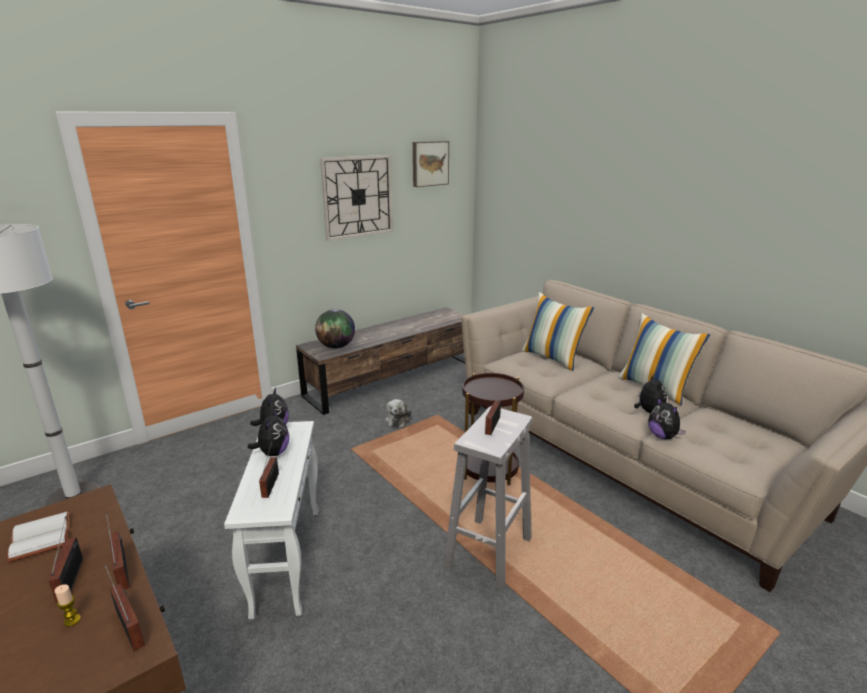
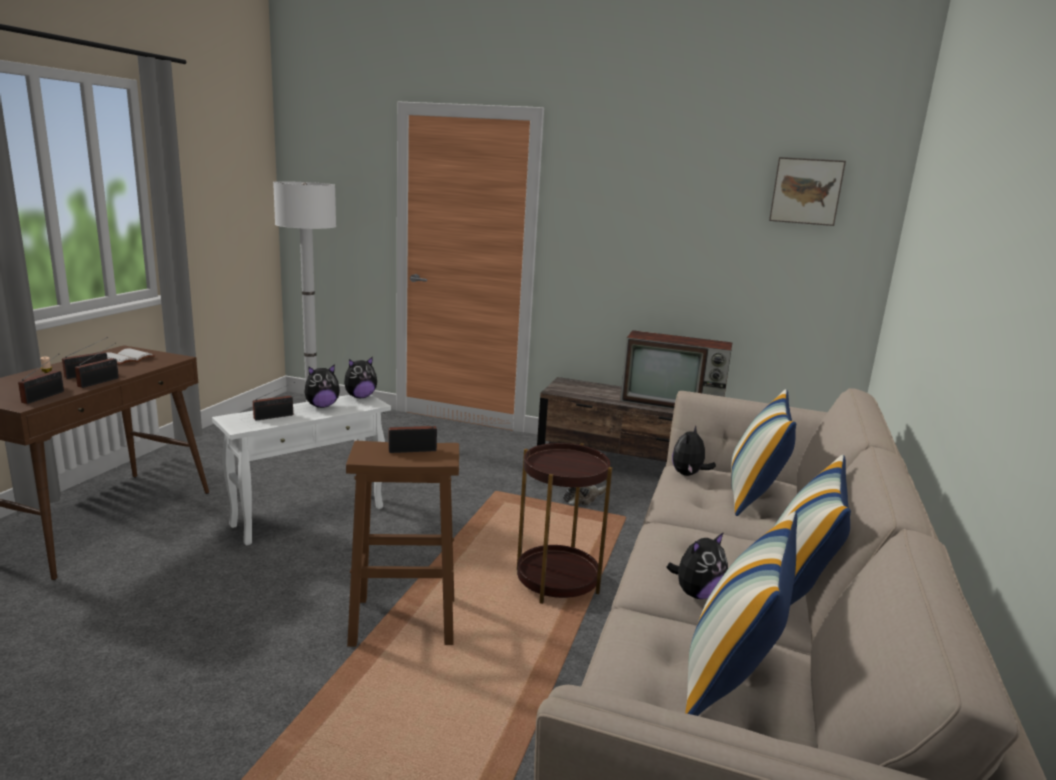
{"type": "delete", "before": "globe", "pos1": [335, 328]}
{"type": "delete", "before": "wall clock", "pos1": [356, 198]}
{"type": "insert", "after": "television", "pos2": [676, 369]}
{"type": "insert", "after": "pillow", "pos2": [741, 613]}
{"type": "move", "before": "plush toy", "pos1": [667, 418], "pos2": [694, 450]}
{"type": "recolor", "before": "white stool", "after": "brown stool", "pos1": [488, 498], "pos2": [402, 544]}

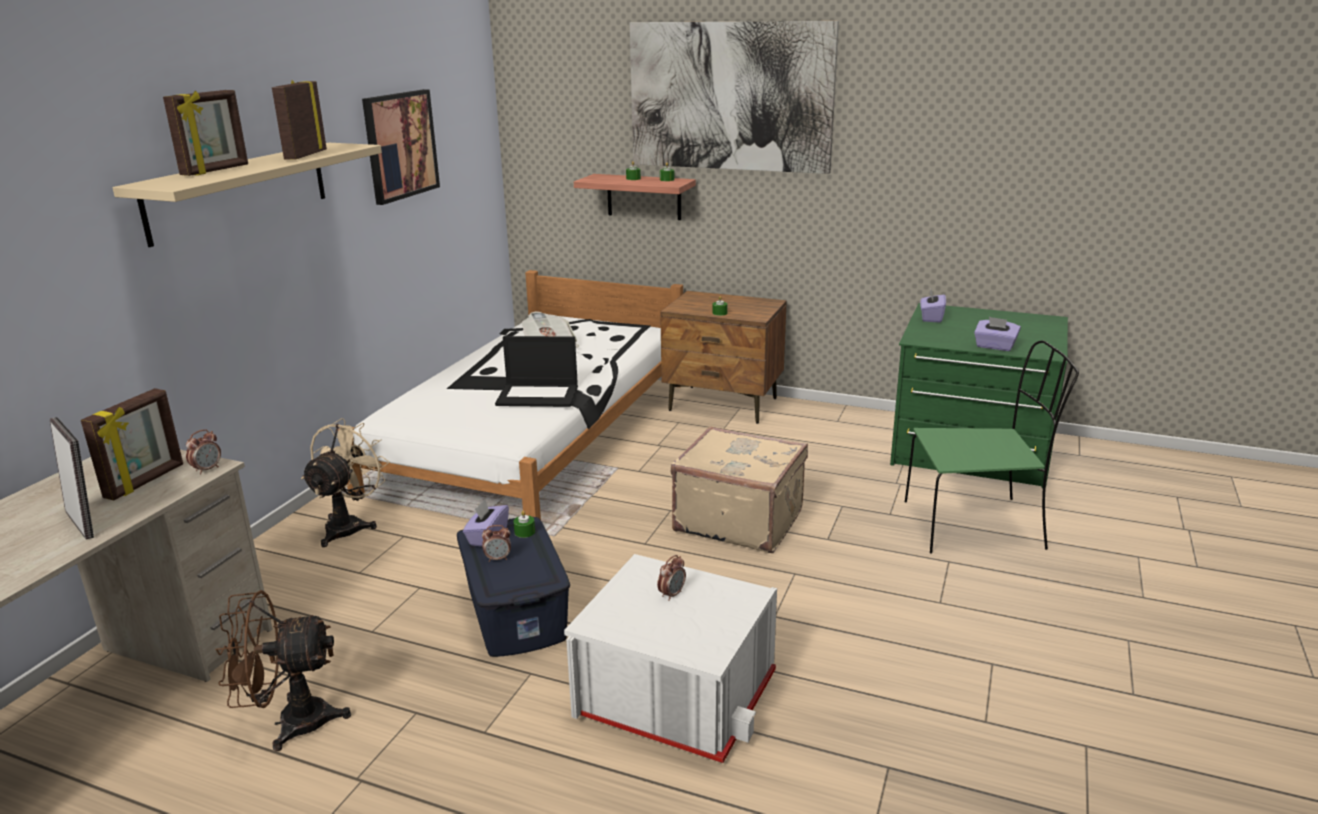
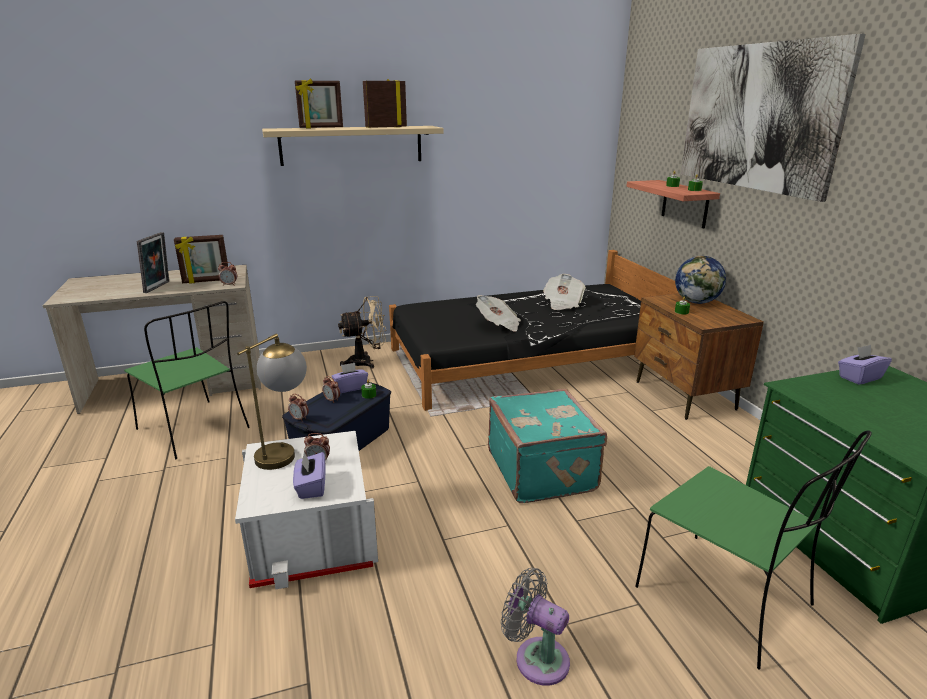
{"type": "delete", "before": "picture", "pos1": [401, 147]}
{"type": "insert", "after": "table lamp", "pos2": [272, 402]}
{"type": "insert", "after": "alarm clock", "pos2": [298, 408]}
{"type": "insert", "after": "grey fan", "pos2": [535, 627]}
{"type": "insert", "after": "globe", "pos2": [700, 280]}
{"type": "move", "before": "purple tissue box", "pos1": [997, 334], "pos2": [309, 475]}
{"type": "replace", "before": "brown fan", "after": "green chair", "pos1": [283, 671], "pos2": [187, 380]}
{"type": "replace", "before": "laptop", "after": "newspaper", "pos1": [536, 371], "pos2": [498, 313]}
{"type": "recolor", "before": "white bed", "after": "black bed", "pos1": [510, 395], "pos2": [534, 330]}
{"type": "recolor", "before": "beige suitcase", "after": "turquoise suitcase", "pos1": [739, 489], "pos2": [547, 445]}

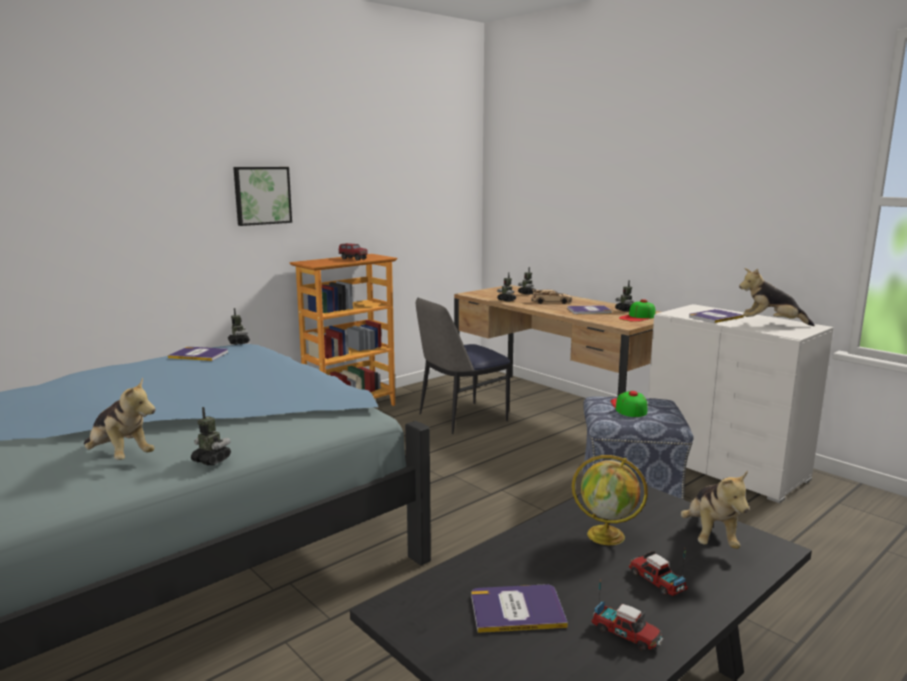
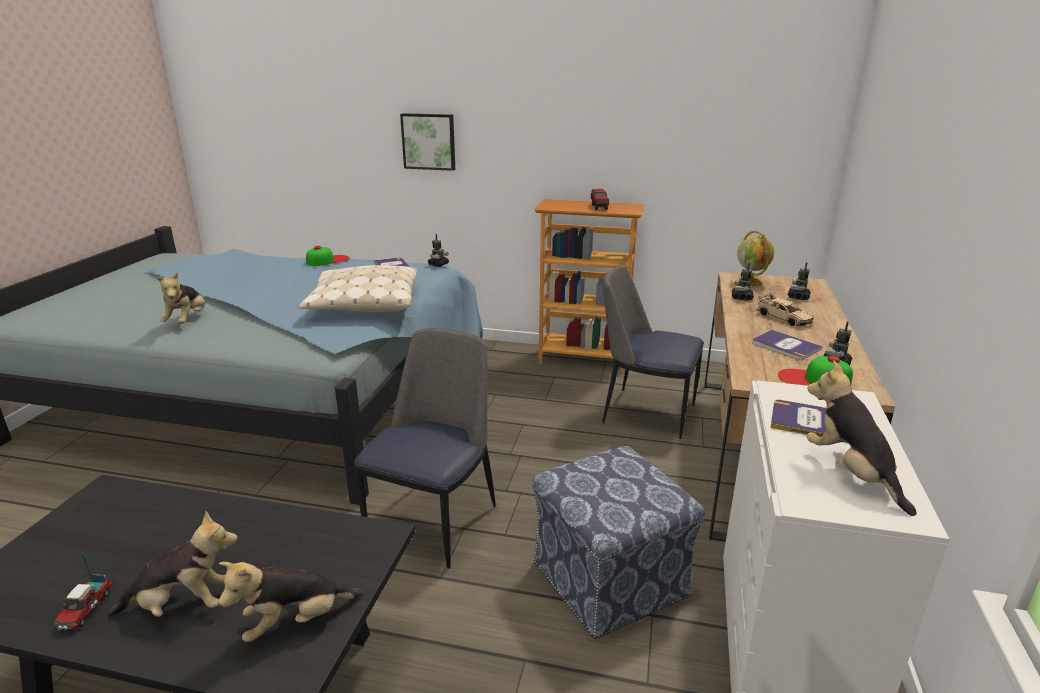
{"type": "delete", "before": "toy robot", "pos1": [211, 436]}
{"type": "delete", "before": "book", "pos1": [519, 608]}
{"type": "insert", "after": "beige pillow", "pos2": [358, 288]}
{"type": "insert", "after": "chair", "pos2": [425, 448]}
{"type": "move", "before": "picture", "pos1": [262, 196], "pos2": [427, 142]}
{"type": "move", "before": "globe", "pos1": [610, 500], "pos2": [755, 258]}
{"type": "move", "before": "cap", "pos1": [628, 404], "pos2": [328, 256]}
{"type": "replace", "before": "toy truck", "after": "plush toy", "pos1": [658, 573], "pos2": [172, 564]}

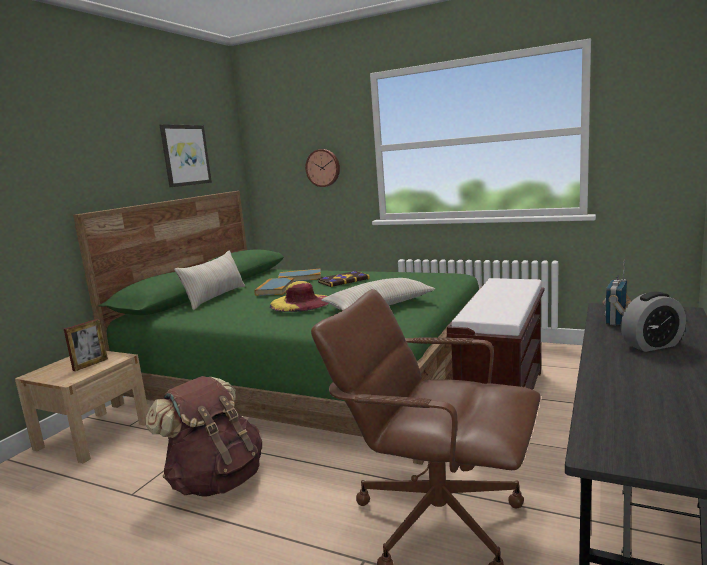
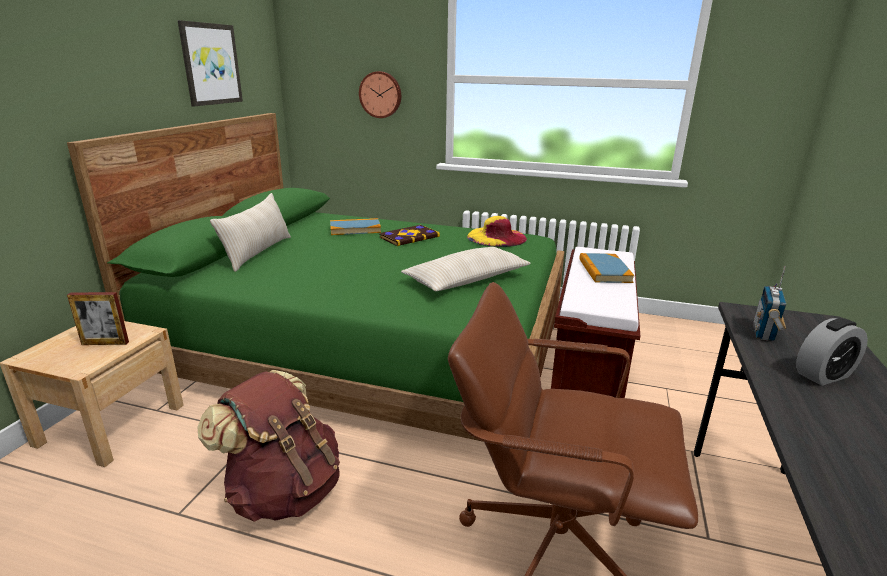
{"type": "move", "before": "book", "pos1": [274, 287], "pos2": [607, 268]}
{"type": "move", "before": "yellow hat", "pos1": [299, 296], "pos2": [497, 231]}
{"type": "rotate", "before": "picture frame", "pos1": [86, 345], "pos2": [98, 318], "turn": 60}

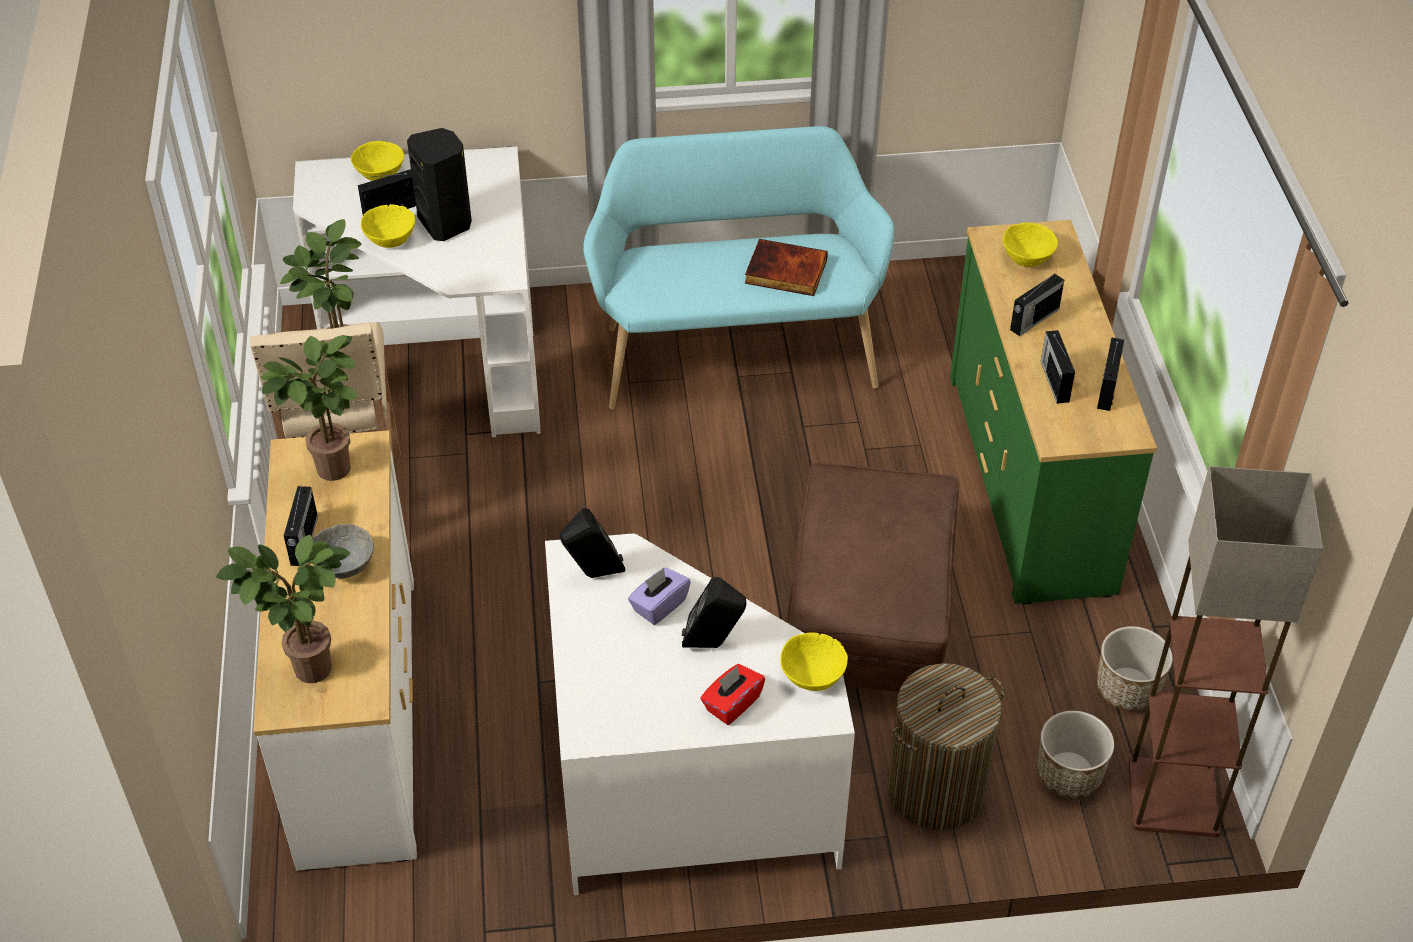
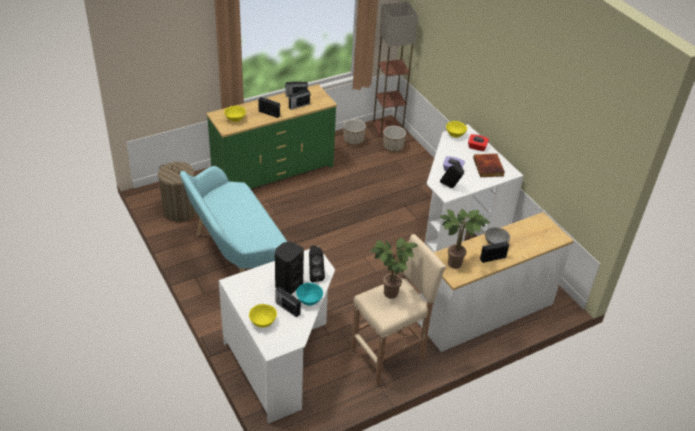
{"type": "delete", "before": "potted plant", "pos1": [283, 609]}
{"type": "delete", "before": "brown ottoman", "pos1": [873, 577]}
{"type": "move", "before": "black speaker", "pos1": [714, 612], "pos2": [317, 264]}
{"type": "move", "before": "book", "pos1": [786, 267], "pos2": [489, 165]}
{"type": "move", "before": "laundry basket", "pos1": [946, 746], "pos2": [177, 192]}
{"type": "recolor", "before": "yellow bowl", "after": "turquoise bowl", "pos1": [388, 226], "pos2": [309, 294]}

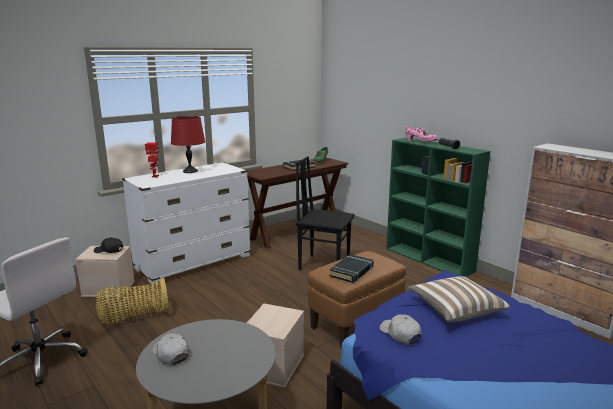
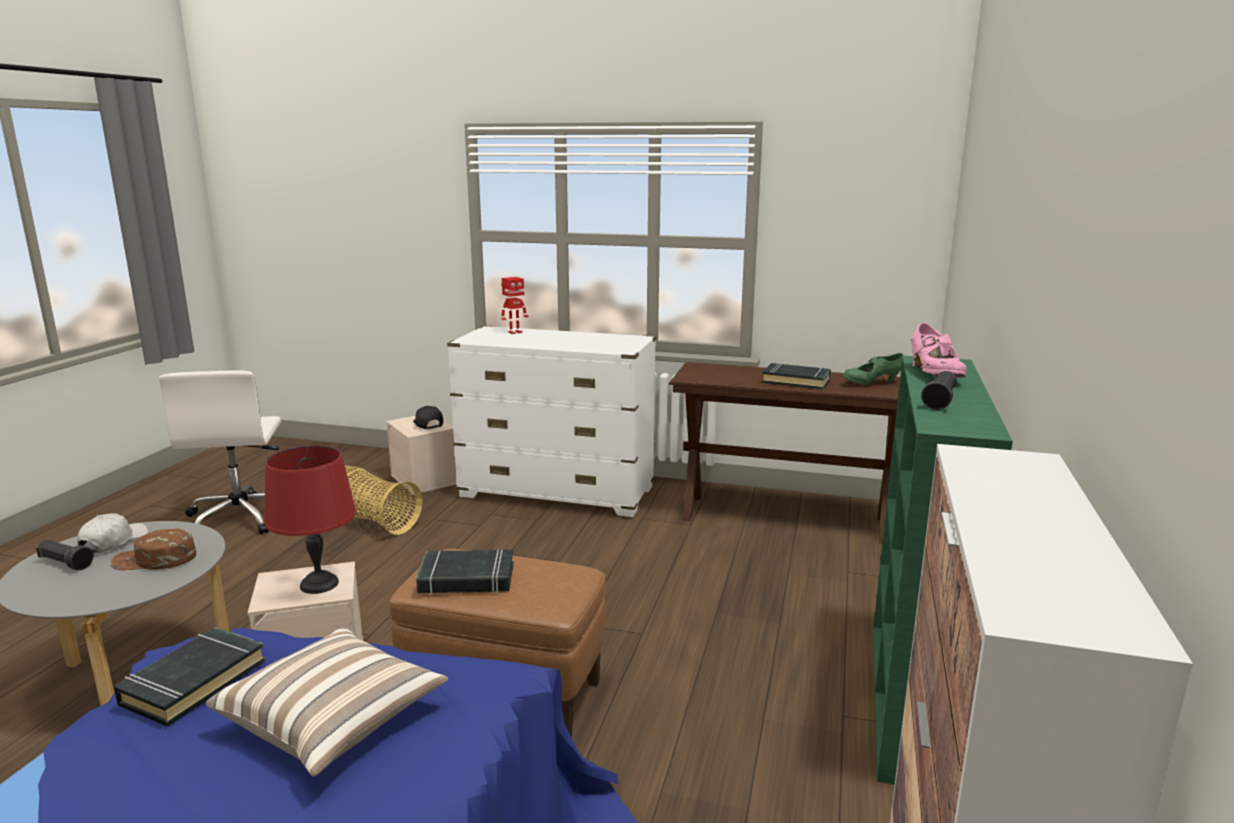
{"type": "delete", "before": "black chair", "pos1": [325, 213]}
{"type": "insert", "after": "black flashlight", "pos2": [65, 555]}
{"type": "insert", "after": "brown cap", "pos2": [153, 549]}
{"type": "move", "before": "red table lamp", "pos1": [188, 144], "pos2": [310, 519]}
{"type": "replace", "before": "white cap", "after": "black book", "pos1": [400, 329], "pos2": [190, 677]}

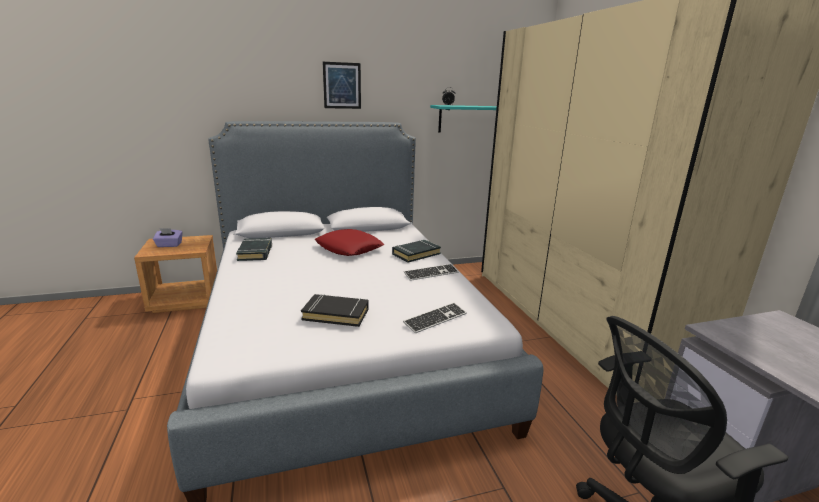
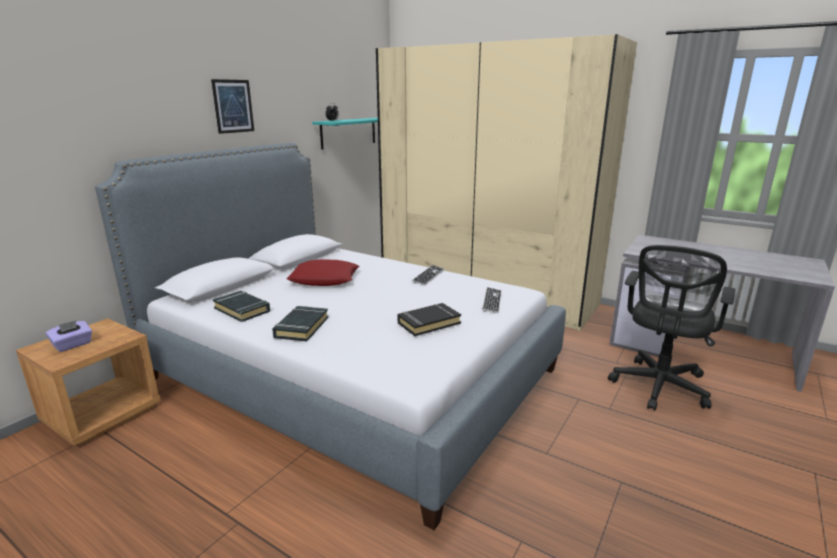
{"type": "move", "before": "black book", "pos1": [416, 251], "pos2": [300, 323]}

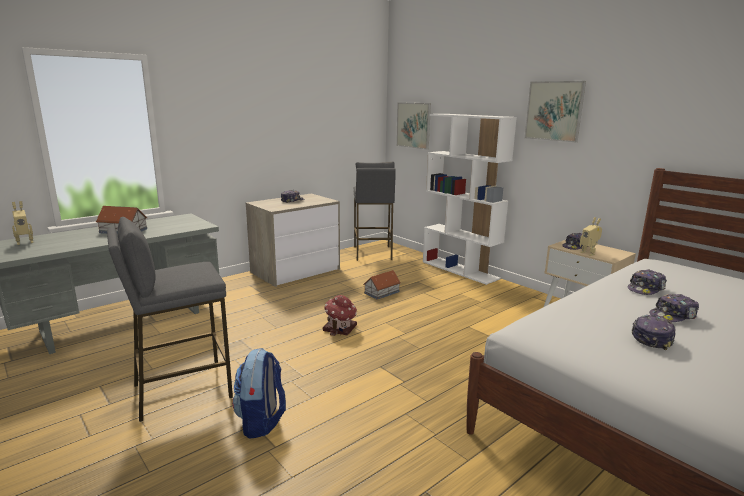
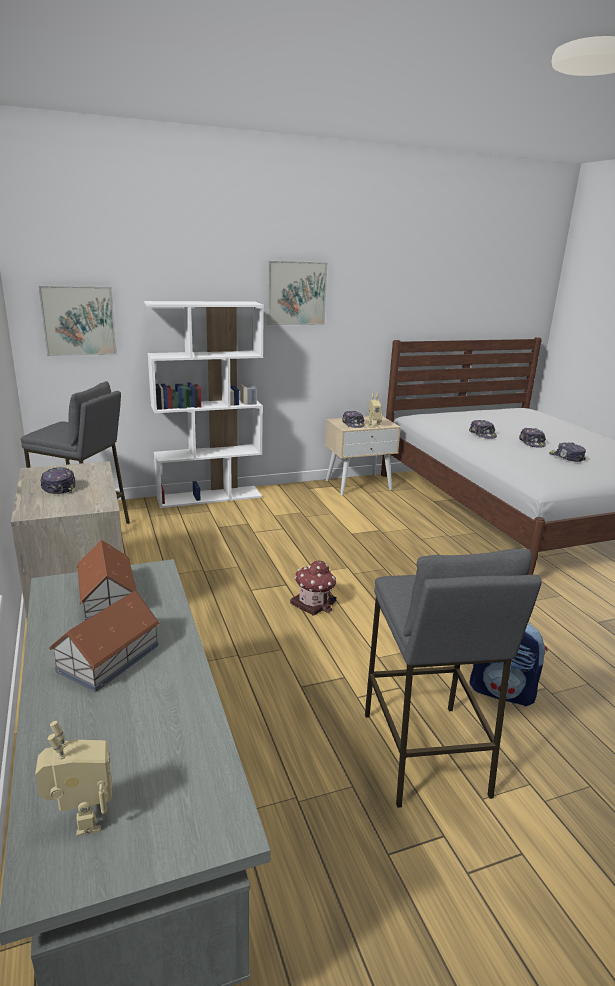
{"type": "move", "before": "toy house", "pos1": [382, 285], "pos2": [107, 580]}

